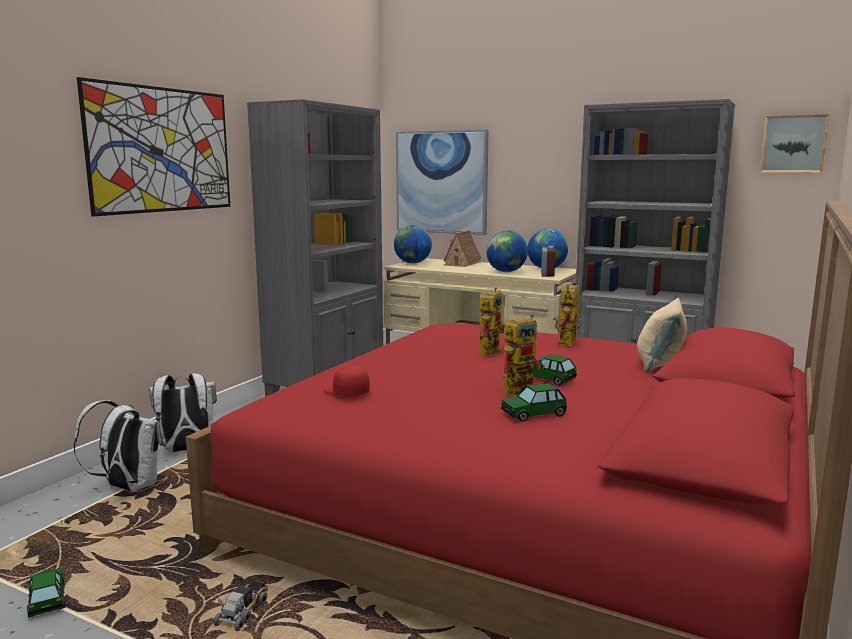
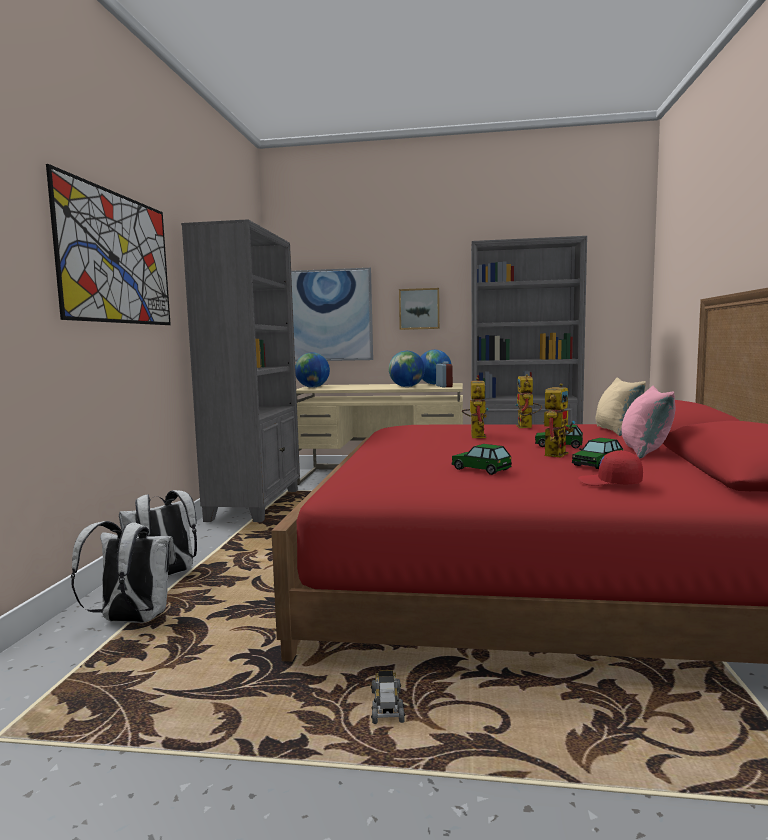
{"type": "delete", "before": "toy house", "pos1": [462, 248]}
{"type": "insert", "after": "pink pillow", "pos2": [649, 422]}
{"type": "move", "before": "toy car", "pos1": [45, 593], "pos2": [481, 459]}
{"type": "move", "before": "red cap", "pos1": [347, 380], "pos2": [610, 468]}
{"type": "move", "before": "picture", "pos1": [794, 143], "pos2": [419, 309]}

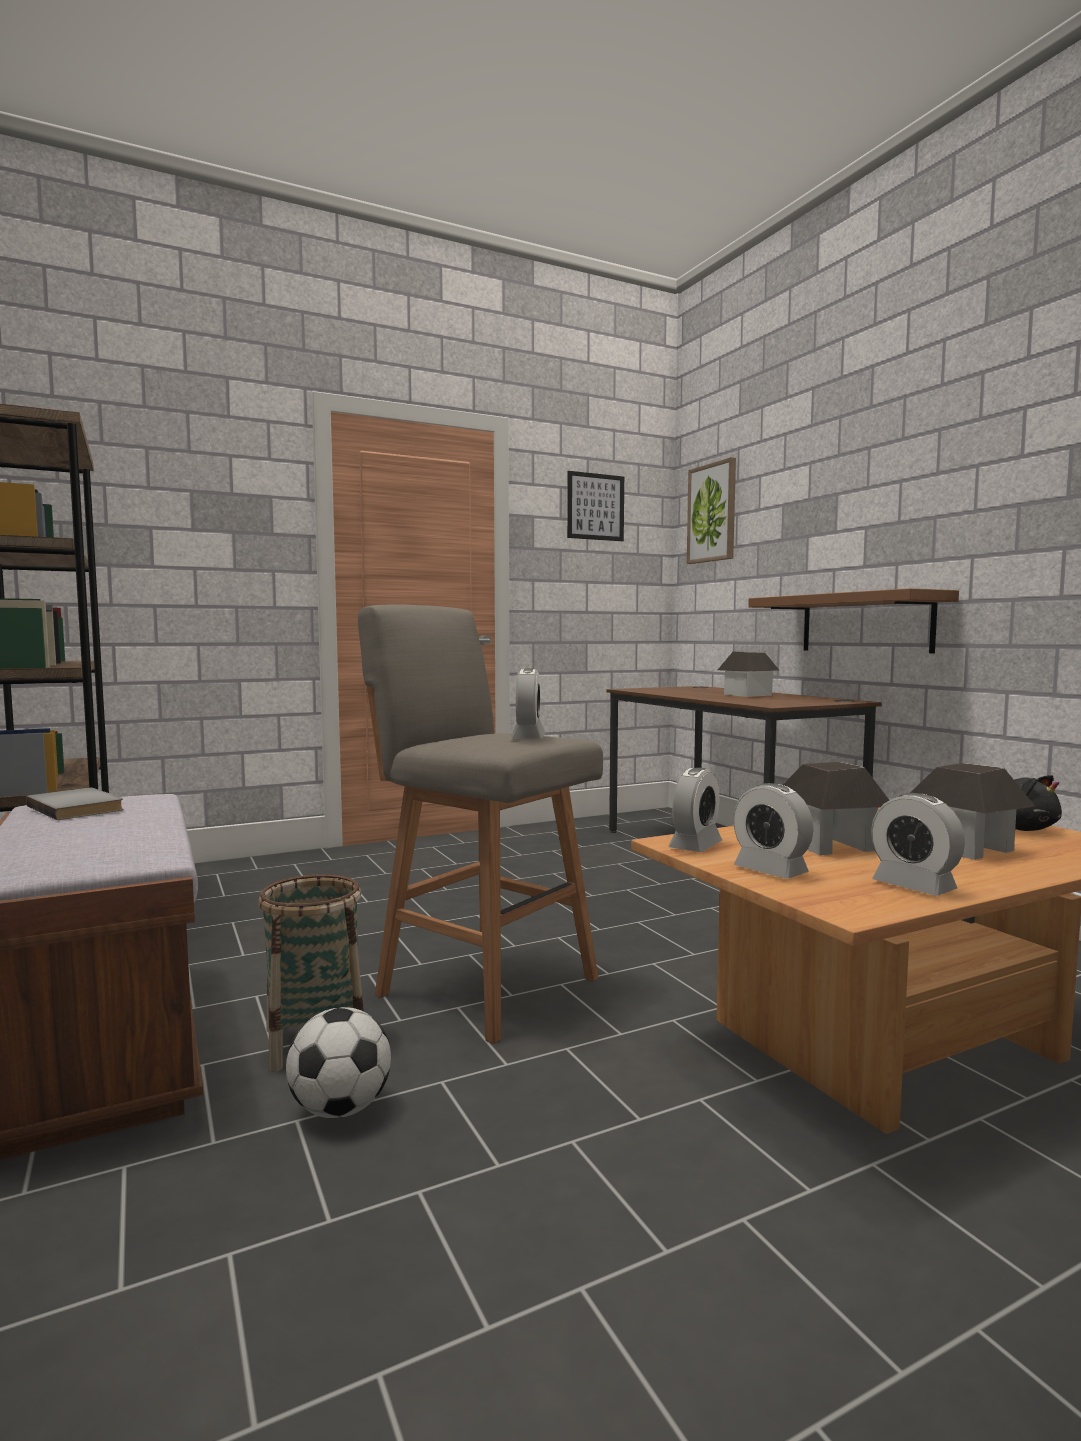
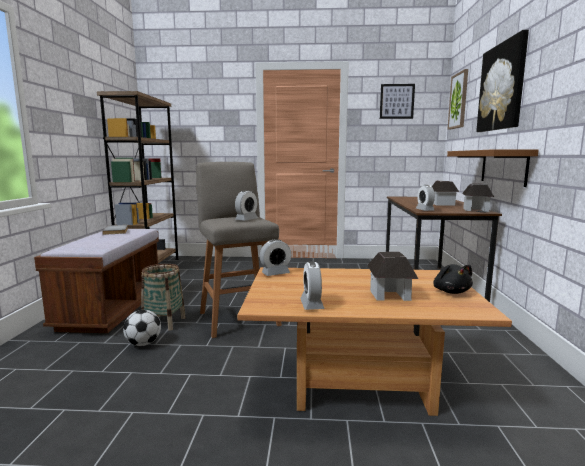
{"type": "insert", "after": "picture", "pos2": [502, 81]}
{"type": "move", "before": "alarm clock", "pos1": [773, 831], "pos2": [425, 198]}
{"type": "move", "before": "toy house", "pos1": [836, 808], "pos2": [478, 198]}

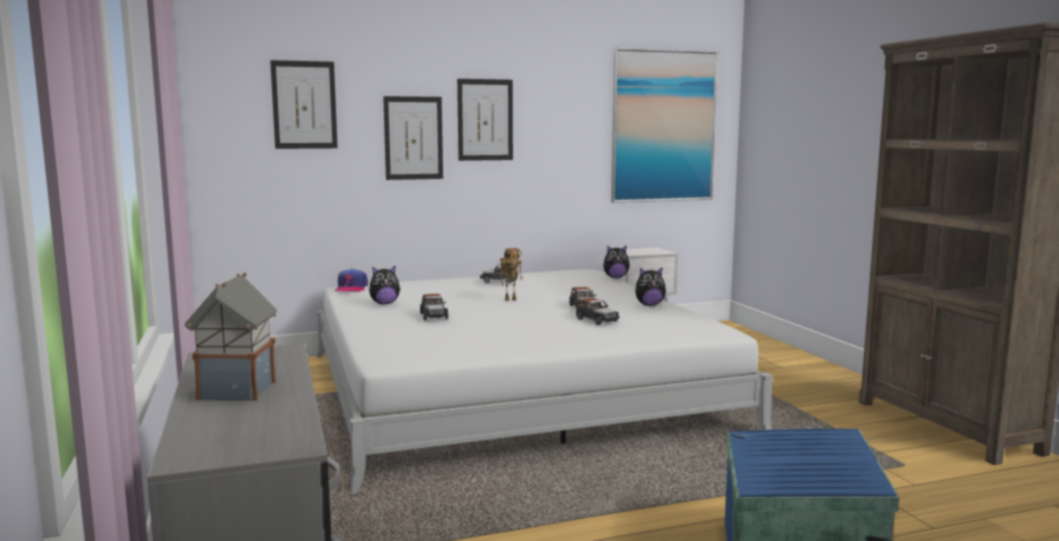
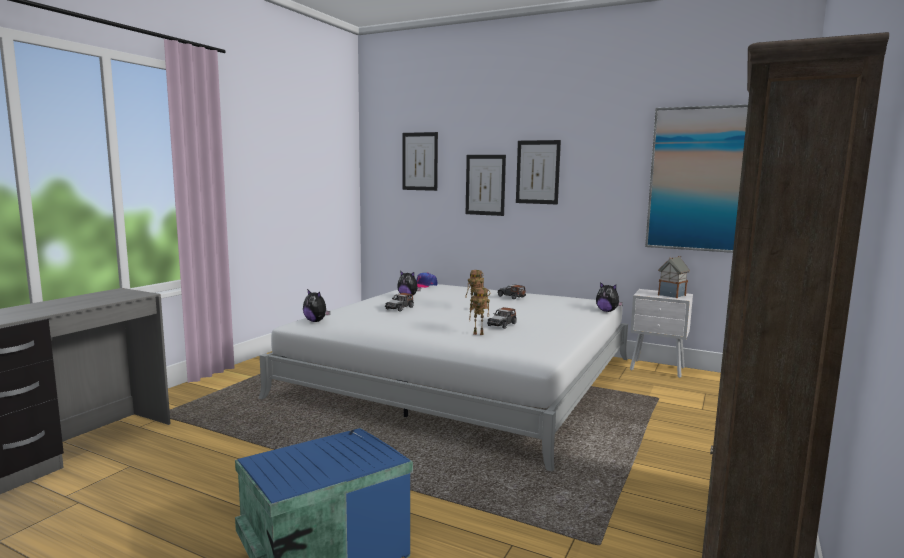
{"type": "move", "before": "toy house", "pos1": [231, 336], "pos2": [674, 277]}
{"type": "move", "before": "plush toy", "pos1": [650, 286], "pos2": [316, 305]}
{"type": "replace", "before": "toy car", "after": "toy robot", "pos1": [598, 311], "pos2": [479, 311]}

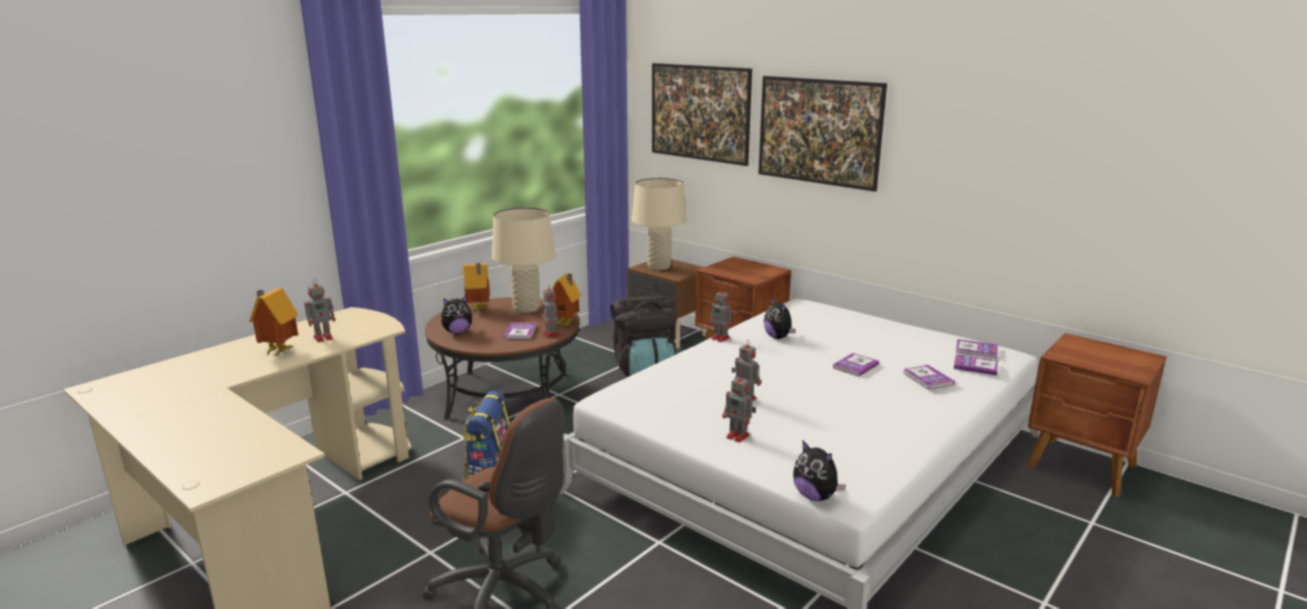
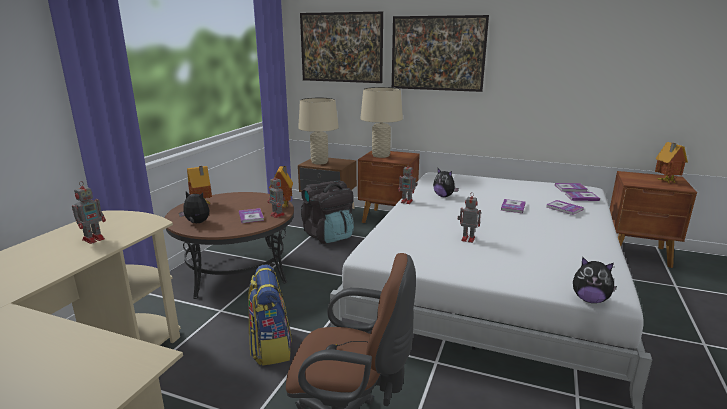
{"type": "delete", "before": "toy robot", "pos1": [739, 407]}
{"type": "move", "before": "toy house", "pos1": [273, 322], "pos2": [671, 163]}
{"type": "move", "before": "beige table lamp", "pos1": [523, 260], "pos2": [381, 122]}
{"type": "rotate", "before": "plush toy", "pos1": [456, 315], "pos2": [194, 207], "turn": -120}

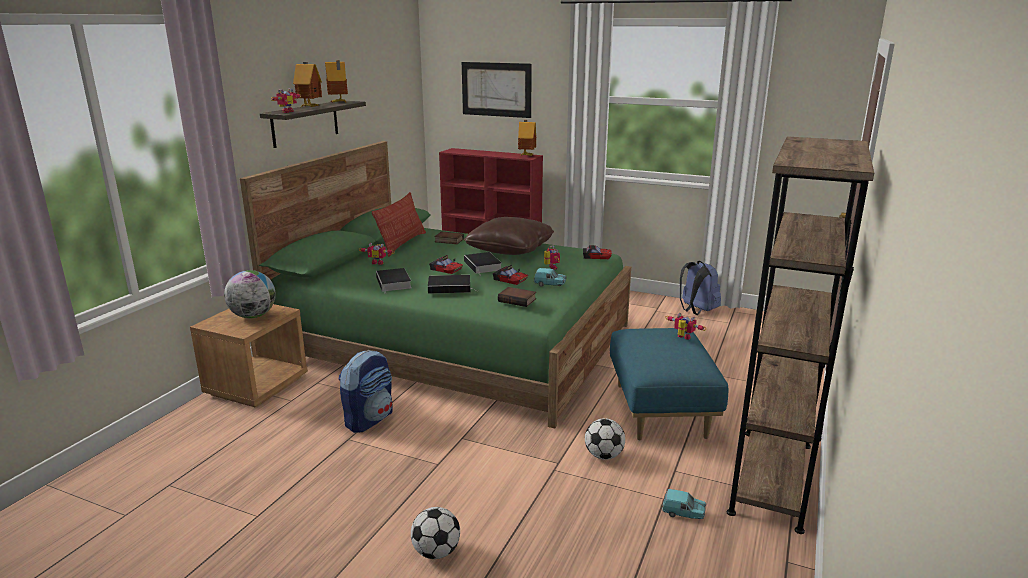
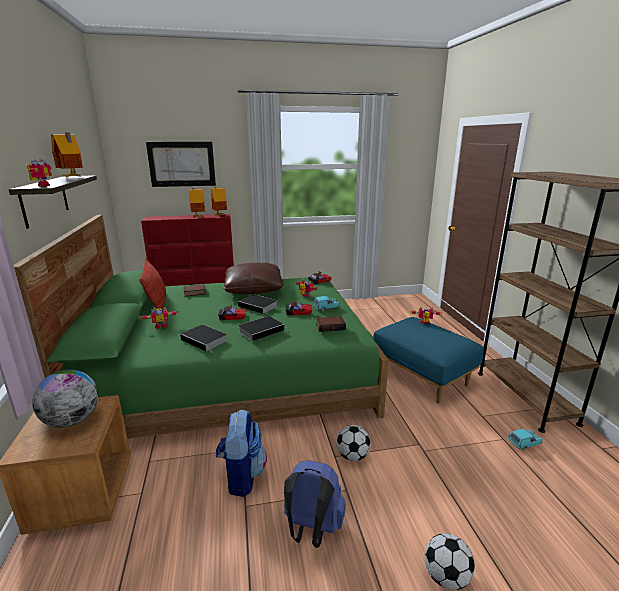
{"type": "move", "before": "toy house", "pos1": [307, 84], "pos2": [197, 203]}
{"type": "move", "before": "football", "pos1": [605, 439], "pos2": [353, 443]}
{"type": "move", "before": "blue backpack", "pos1": [700, 288], "pos2": [315, 504]}

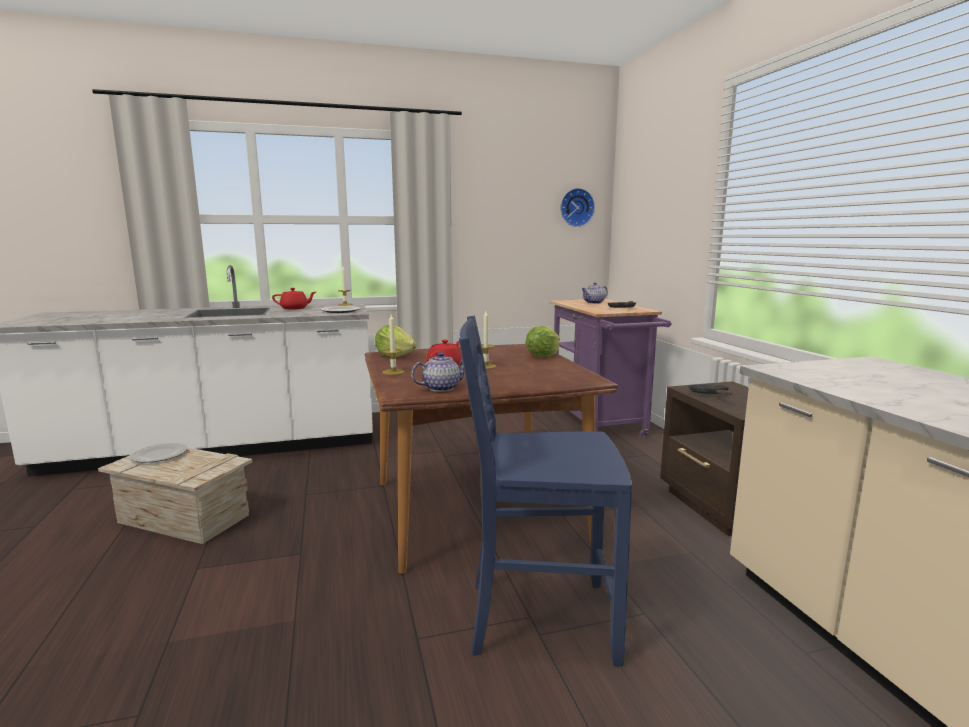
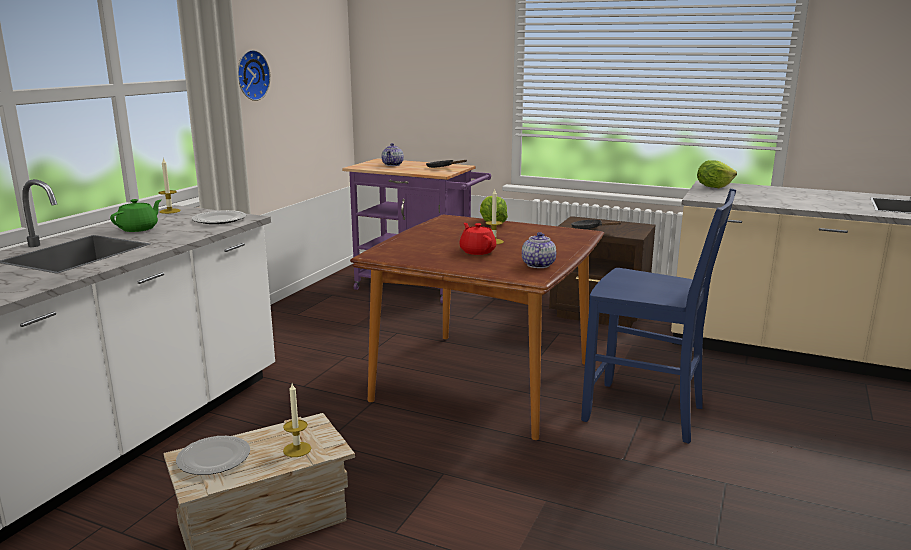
{"type": "move", "before": "lettuce", "pos1": [396, 341], "pos2": [717, 174]}
{"type": "move", "before": "candle", "pos1": [393, 344], "pos2": [297, 420]}
{"type": "move", "before": "wall clock", "pos1": [577, 207], "pos2": [254, 75]}
{"type": "recolor", "before": "red teapot", "after": "green teapot", "pos1": [294, 299], "pos2": [135, 215]}
{"type": "rotate", "before": "blue chair", "pos1": [545, 491], "pos2": [658, 316], "turn": -105}

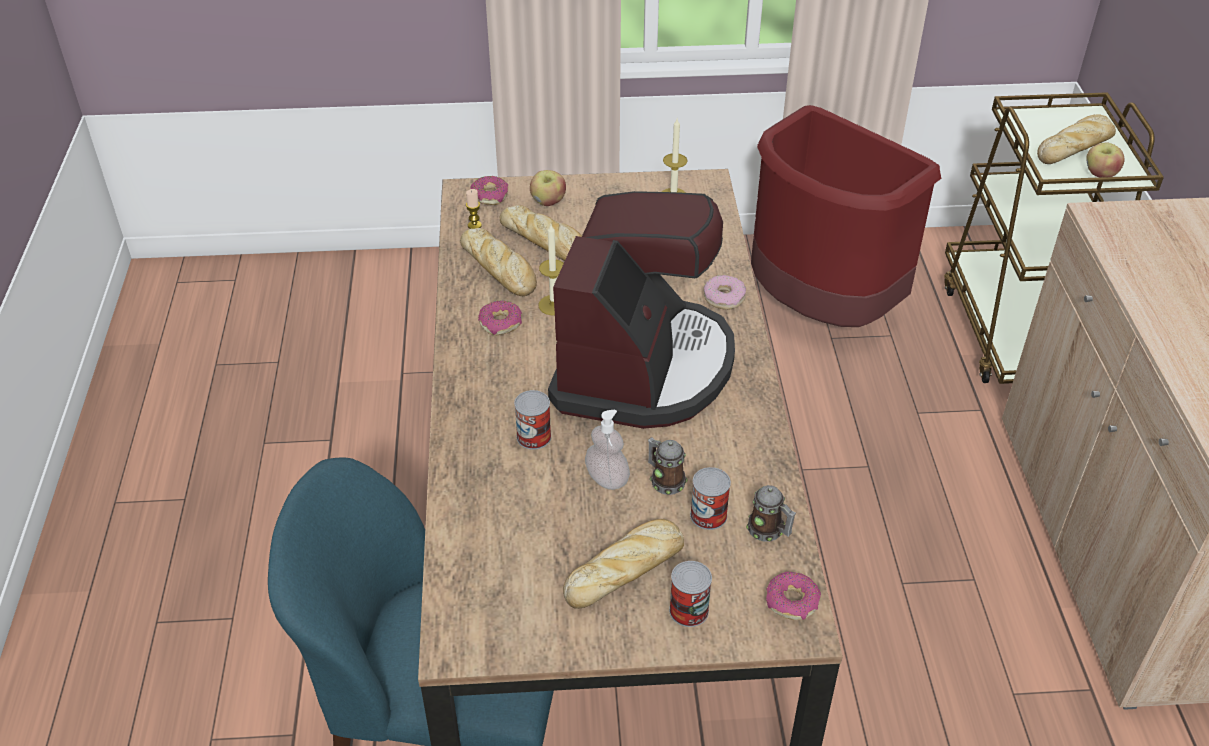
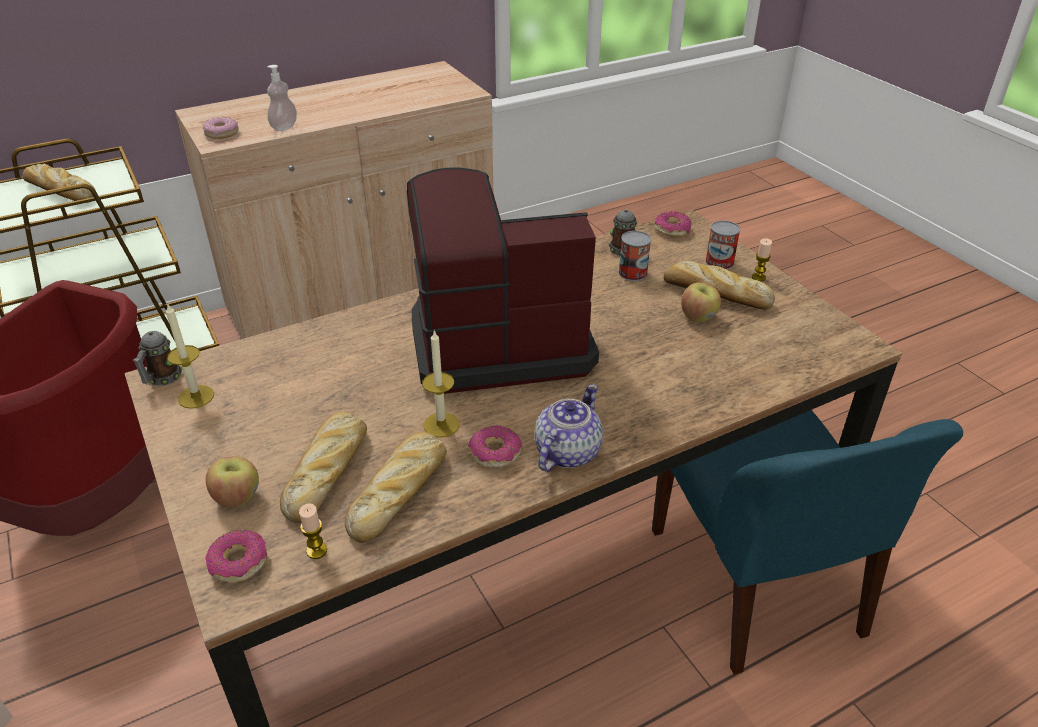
{"type": "delete", "before": "can", "pos1": [532, 420]}
{"type": "insert", "after": "teapot", "pos2": [568, 428]}
{"type": "insert", "after": "candle", "pos2": [762, 259]}
{"type": "move", "before": "soap dispenser", "pos1": [607, 450], "pos2": [282, 98]}
{"type": "move", "before": "mug", "pos1": [668, 466], "pos2": [157, 358]}
{"type": "move", "before": "donut", "pos1": [725, 292], "pos2": [221, 128]}
{"type": "move", "before": "apple", "pos1": [1105, 160], "pos2": [701, 302]}

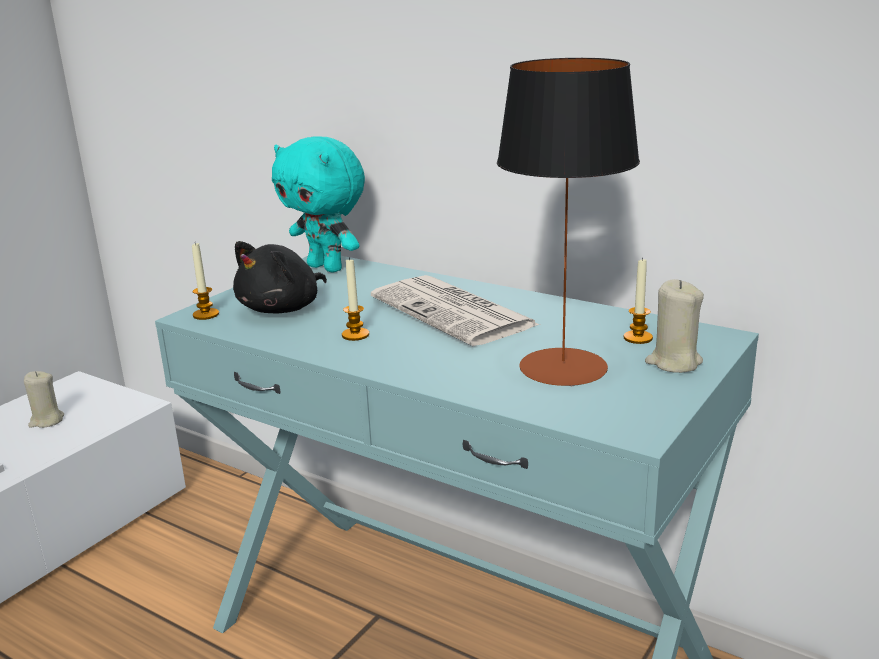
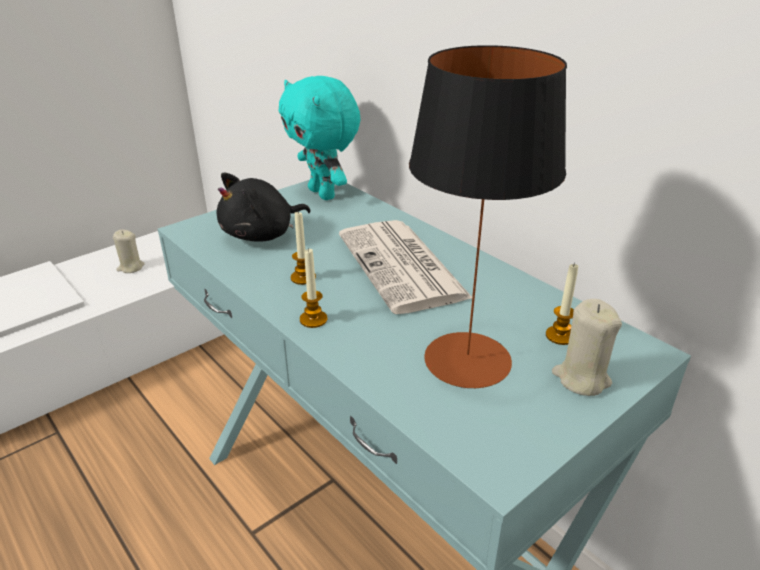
{"type": "move", "before": "candle", "pos1": [205, 281], "pos2": [313, 288]}

